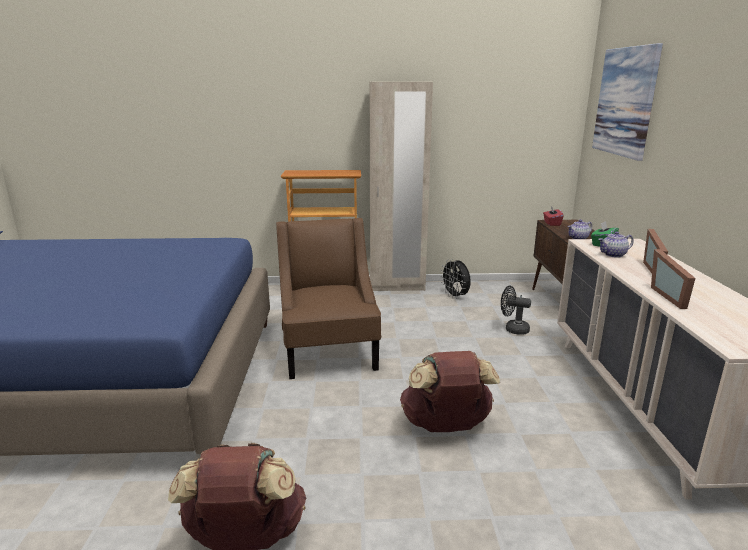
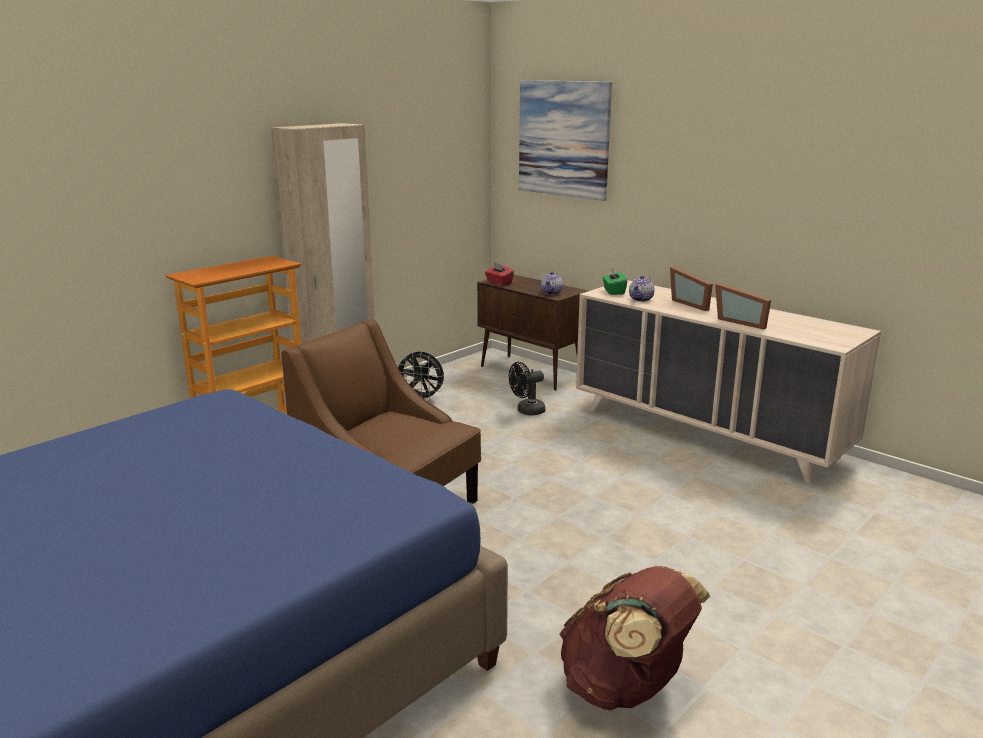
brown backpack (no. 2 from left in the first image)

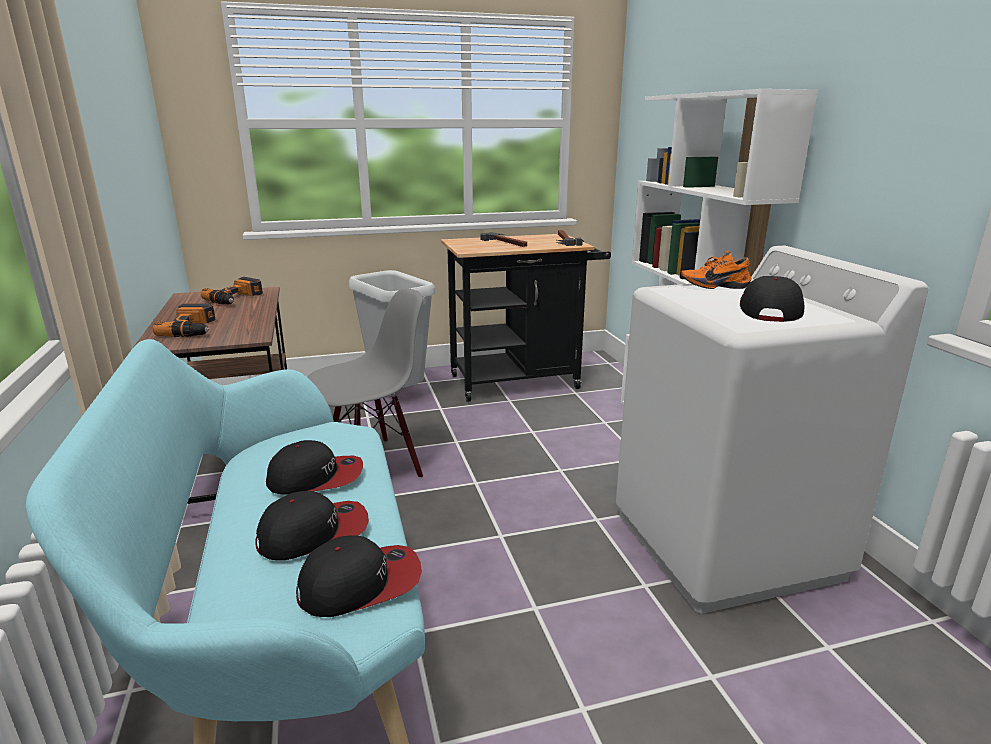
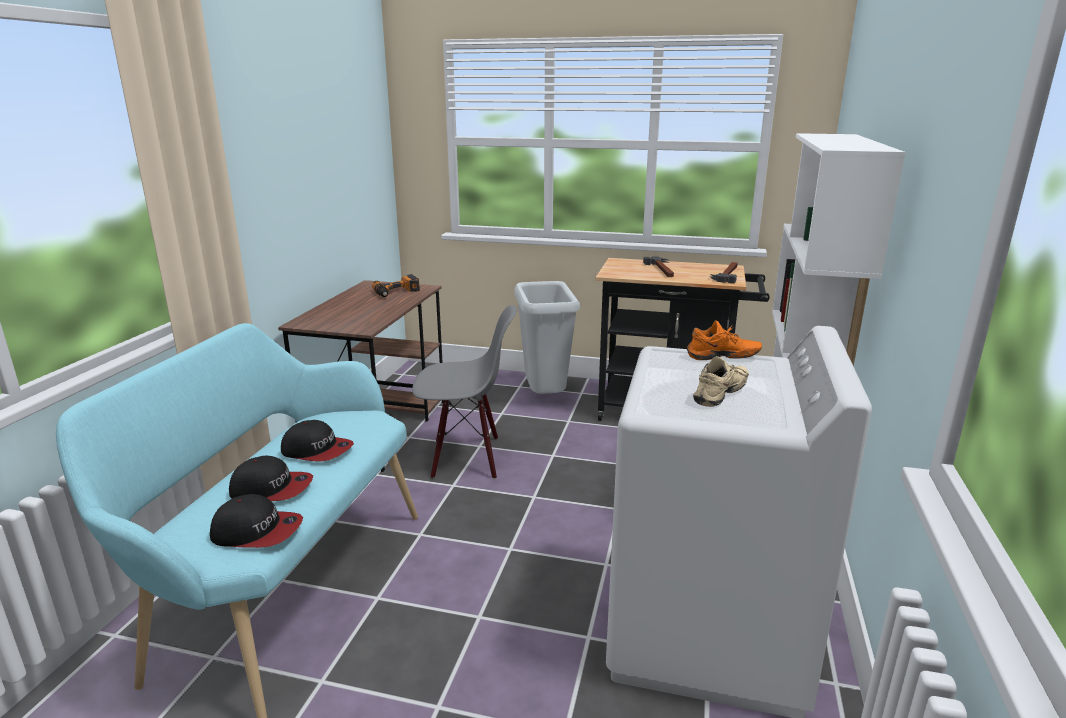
orange shoe
beige shoe
power drill (no. 1 from left in the first image)

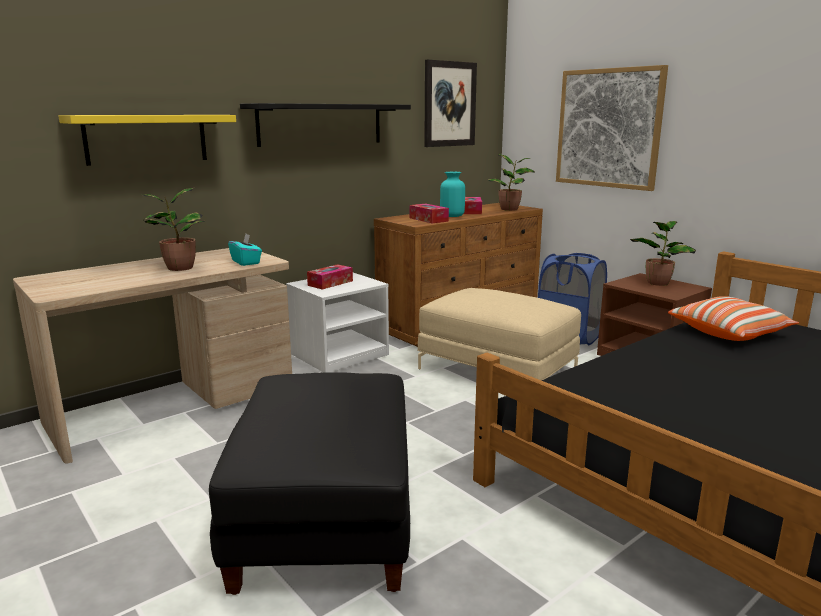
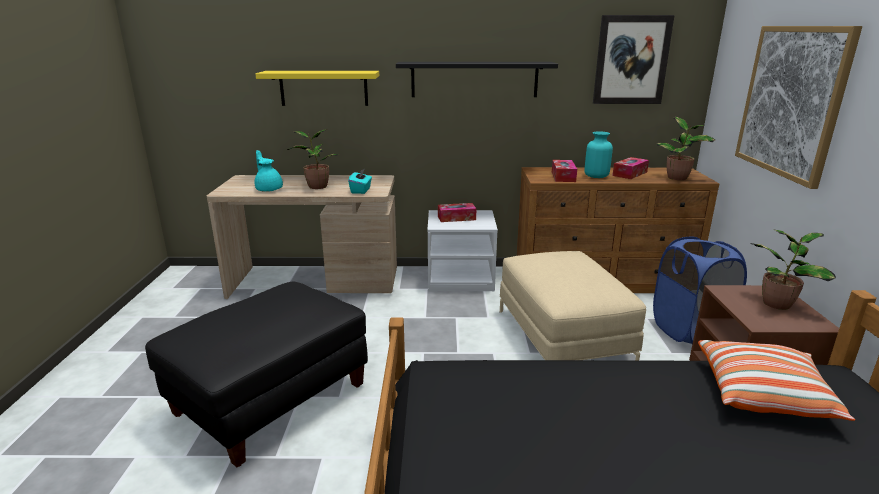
turquoise teapot

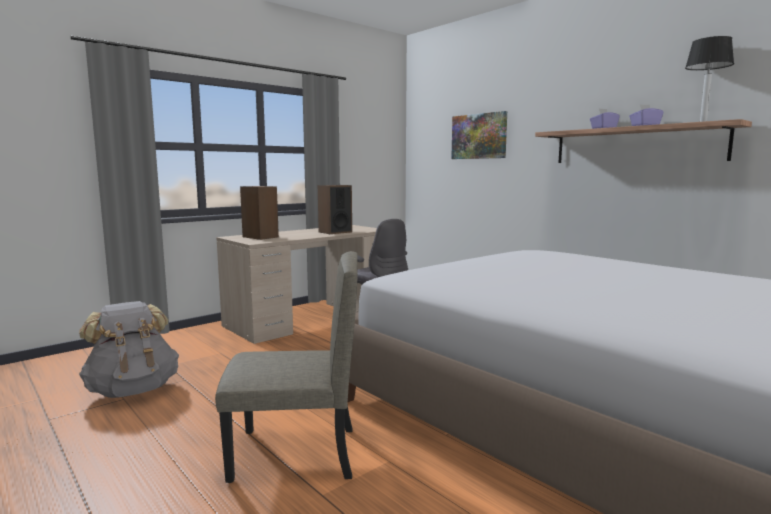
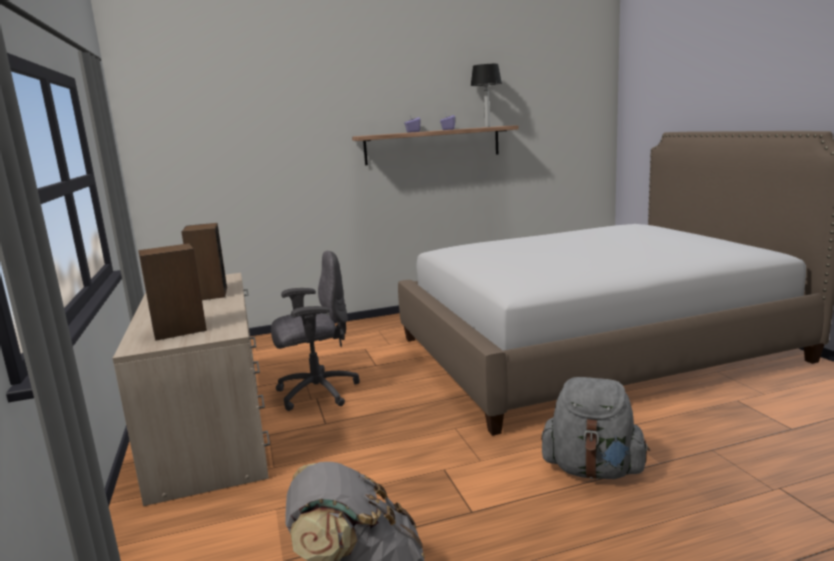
grey backpack (no. 2 from left)
picture

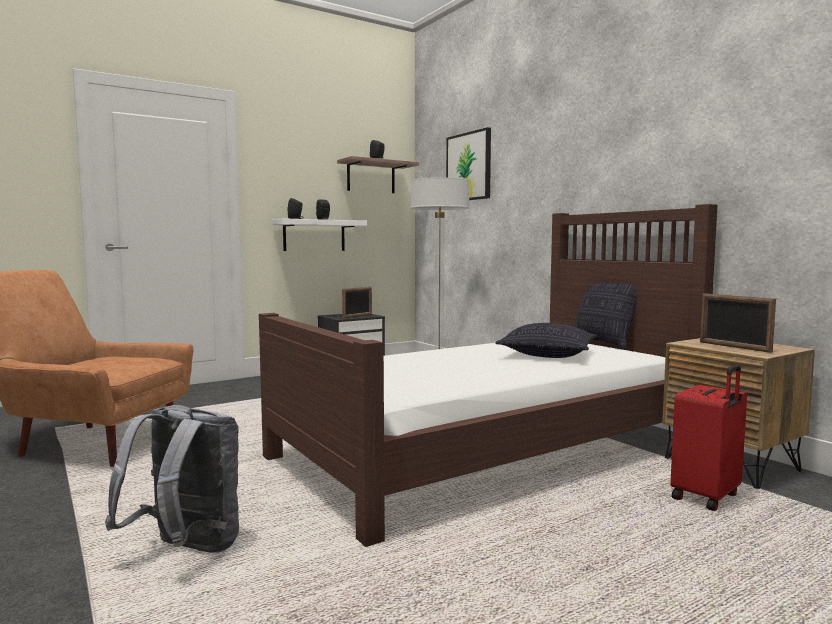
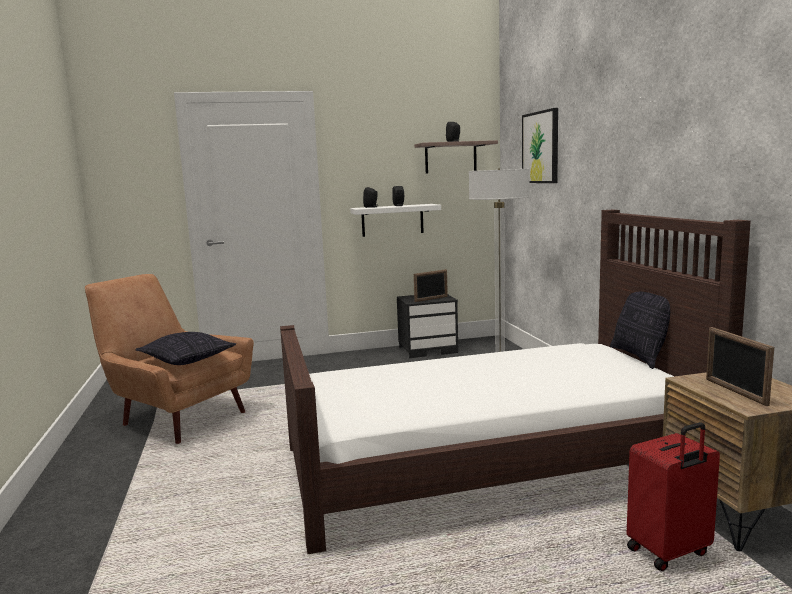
pillow (no. 1 from left)
grey backpack

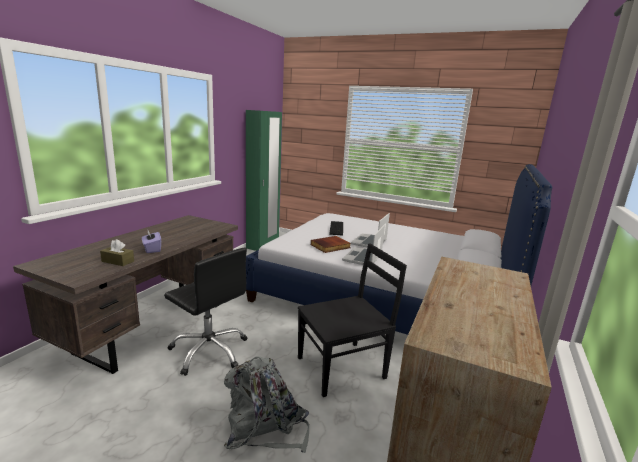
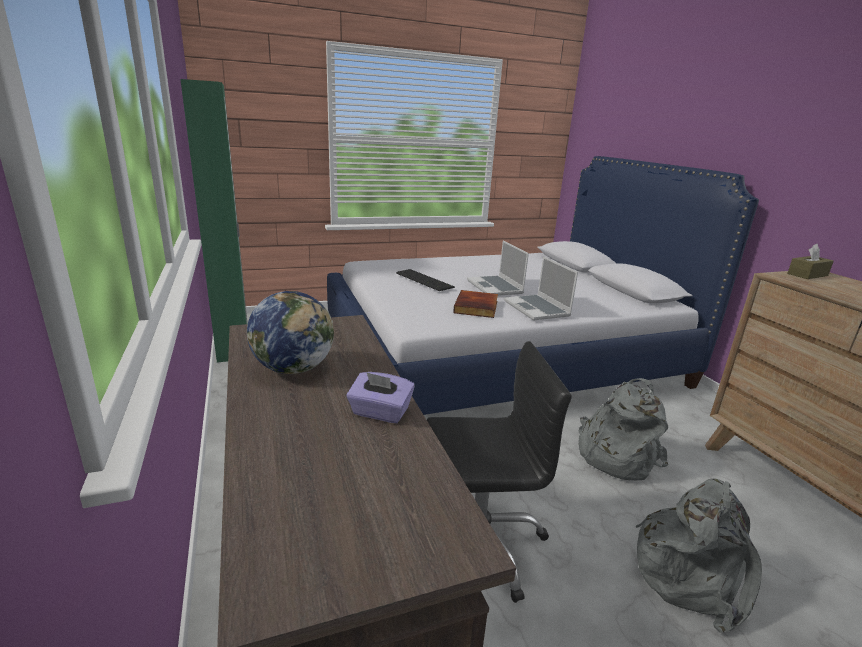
globe
grey backpack (no. 1 from left)
brown tissue box

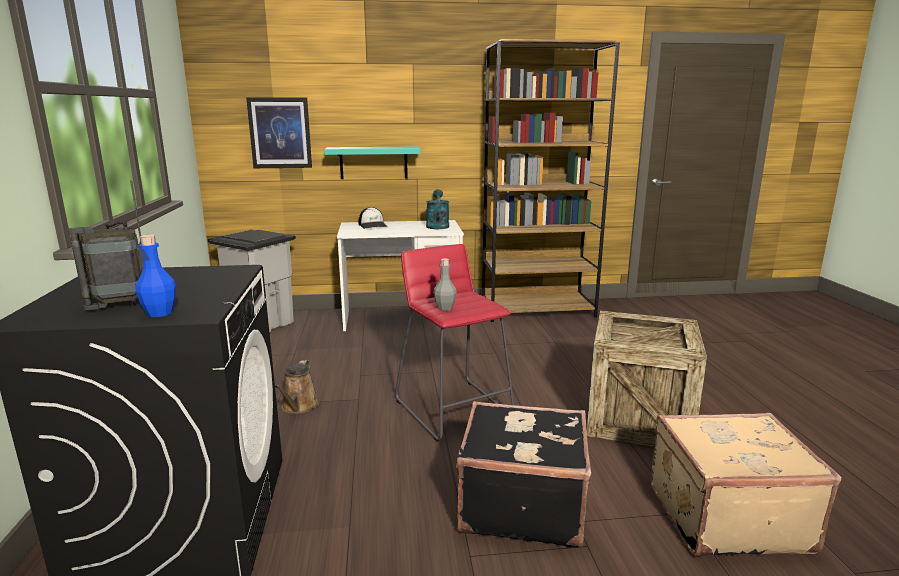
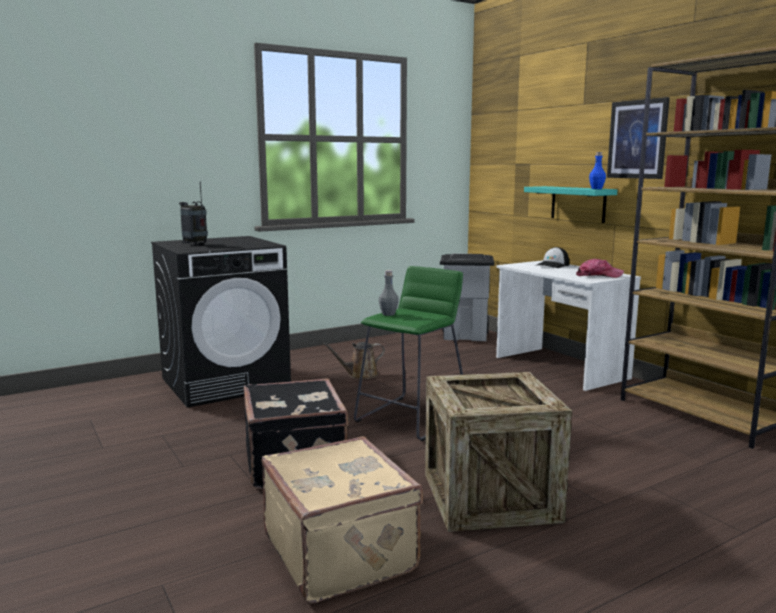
green stool
cap (no. 2 from left)
blue bottle
picture

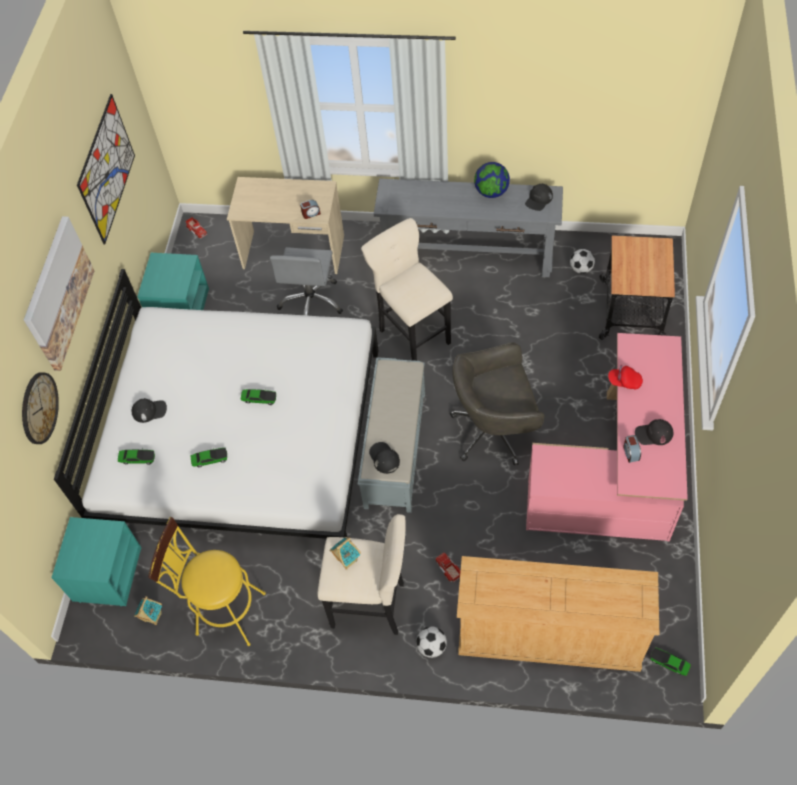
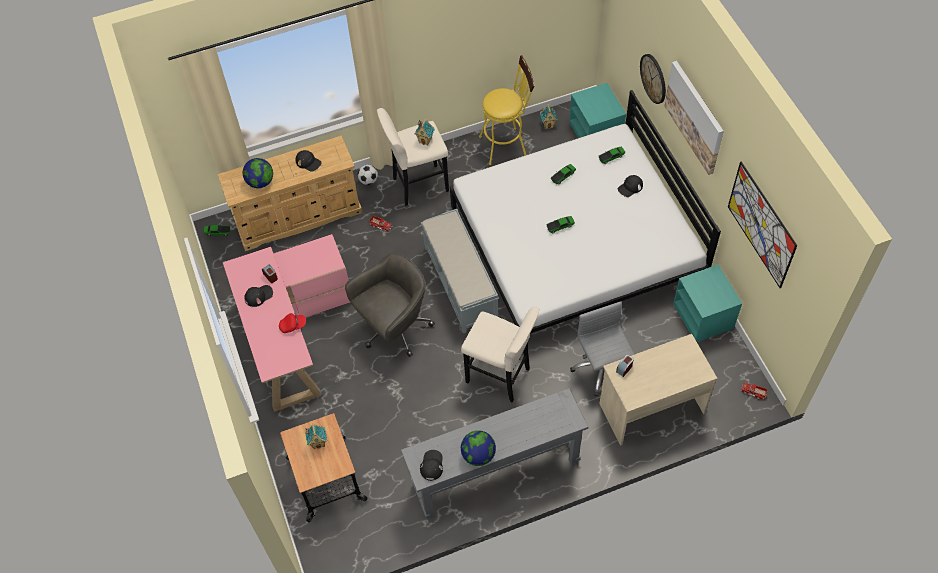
globe (no. 1 from left)
black cap (no. 2 from left)
toy house (no. 1 from left)
football (no. 2 from left in the first image)

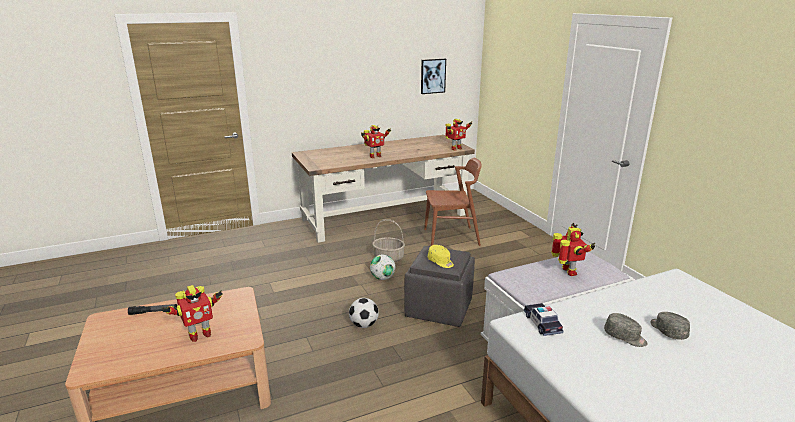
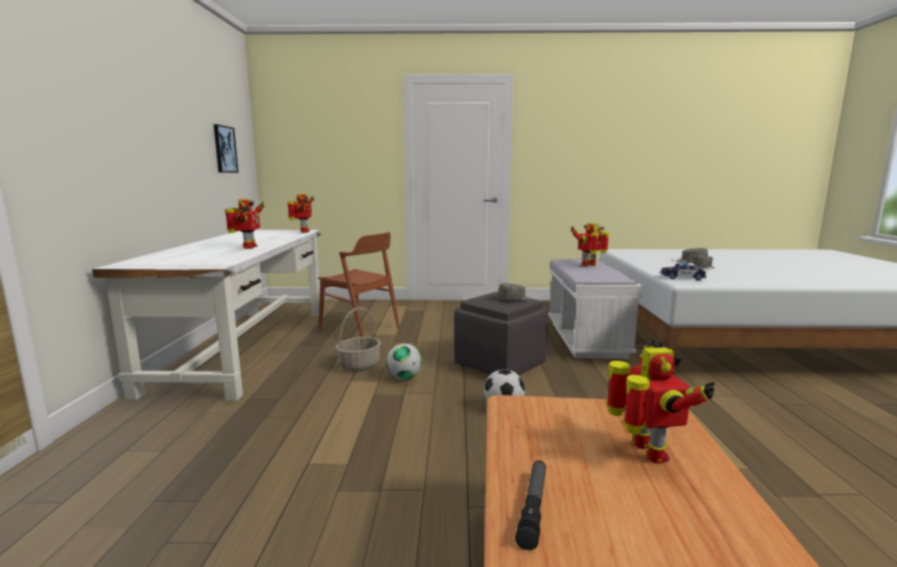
white desk
brown chair
grey cap (no. 1 from left)
toy robot (no. 3 from left)

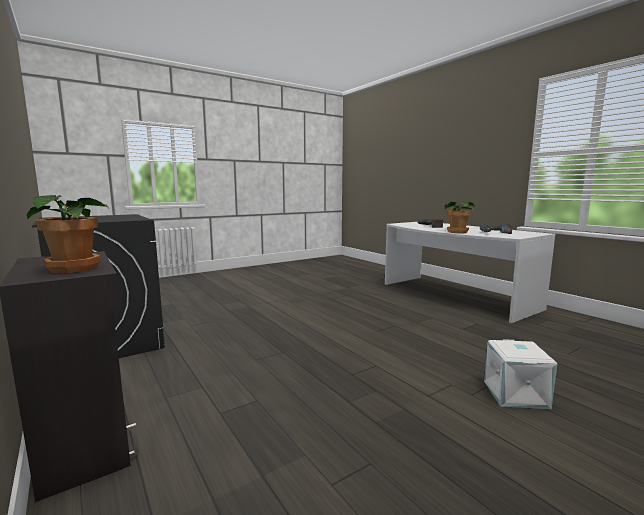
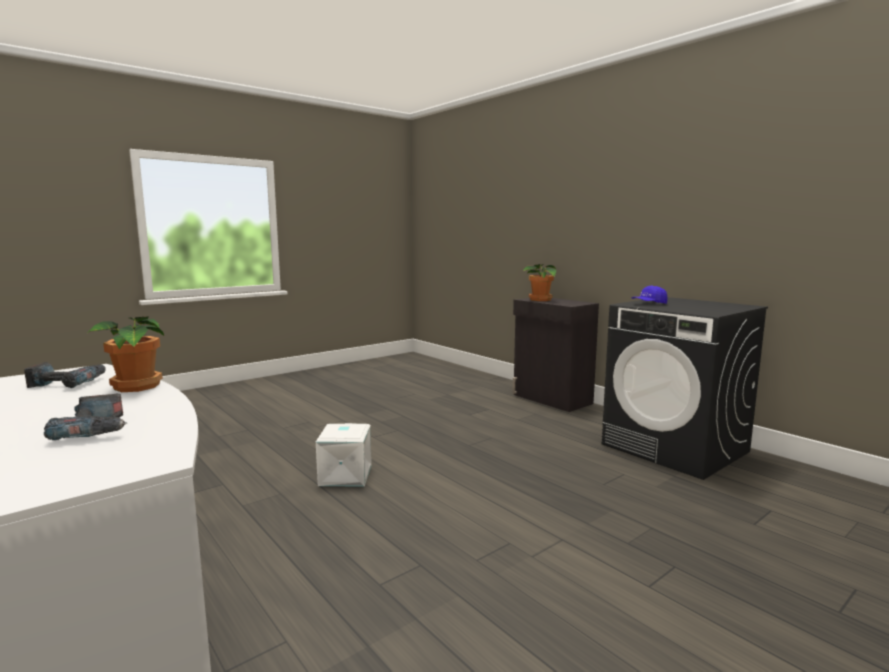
white storage box
blue cap

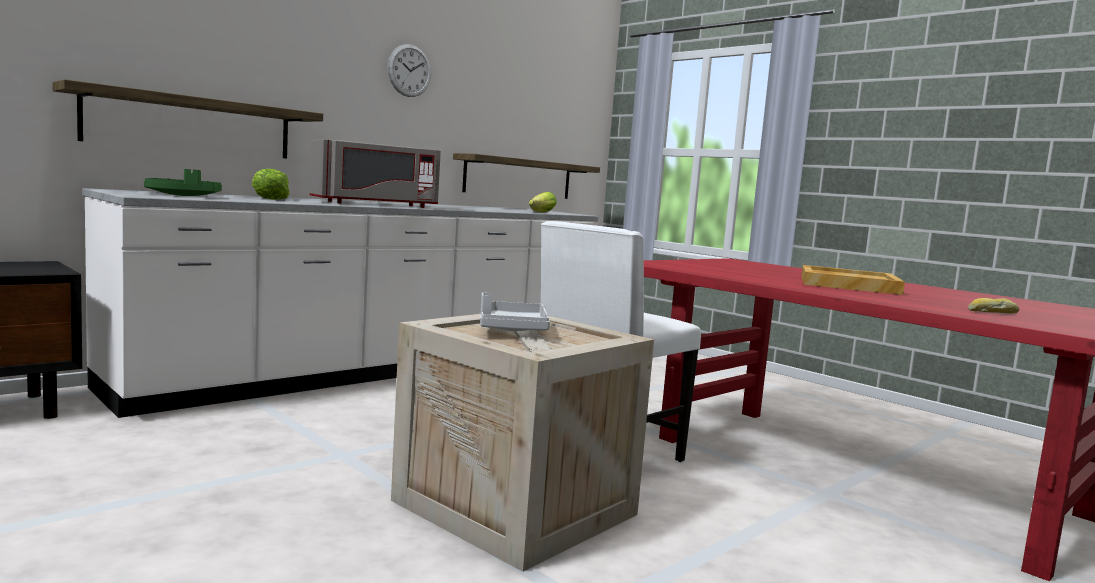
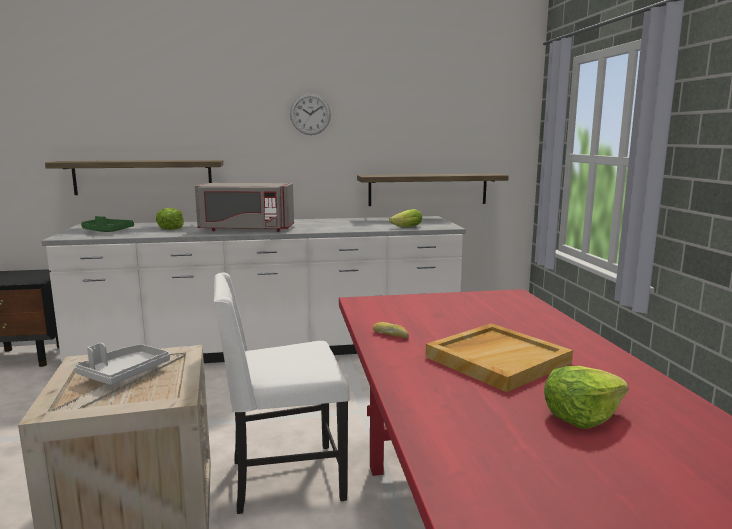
bread
lettuce (no. 3 from left)

